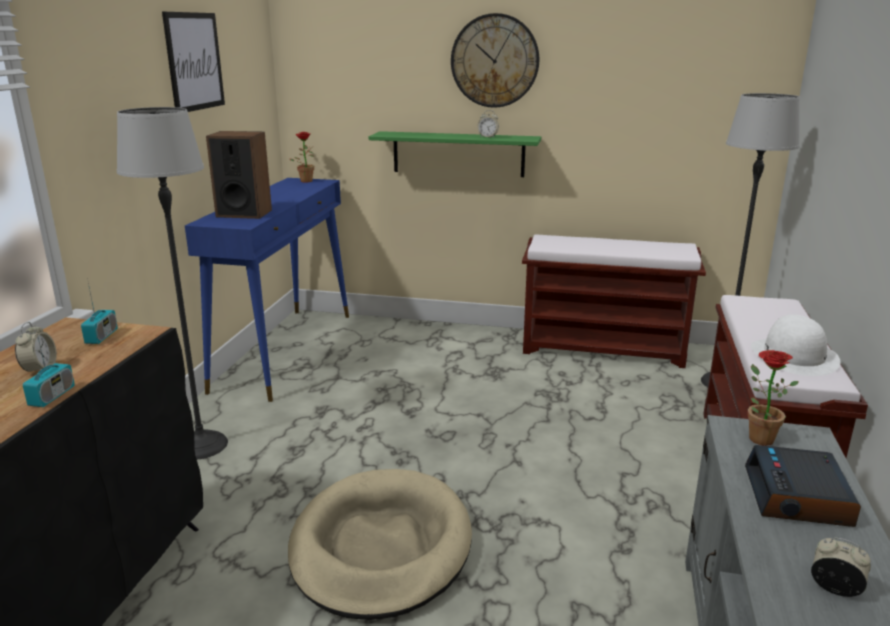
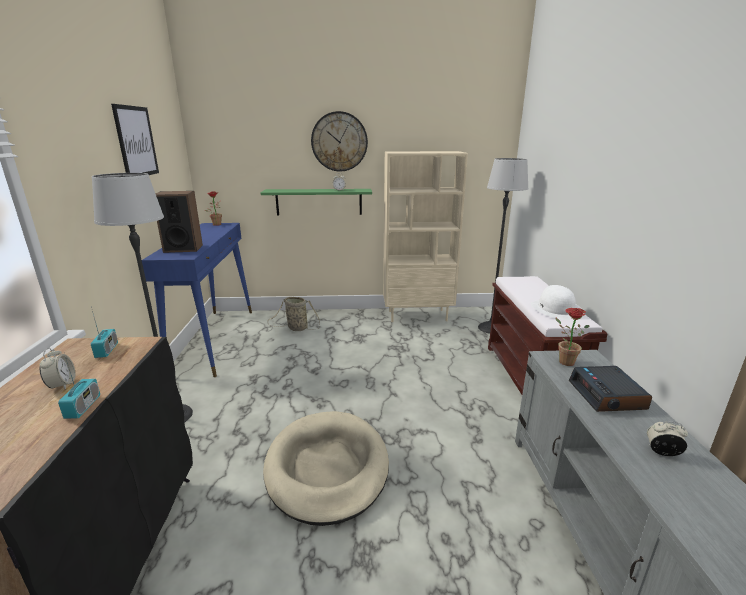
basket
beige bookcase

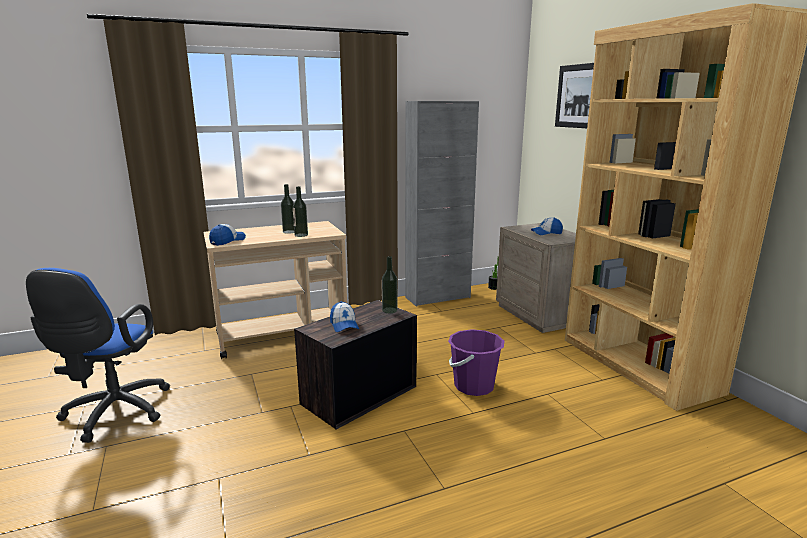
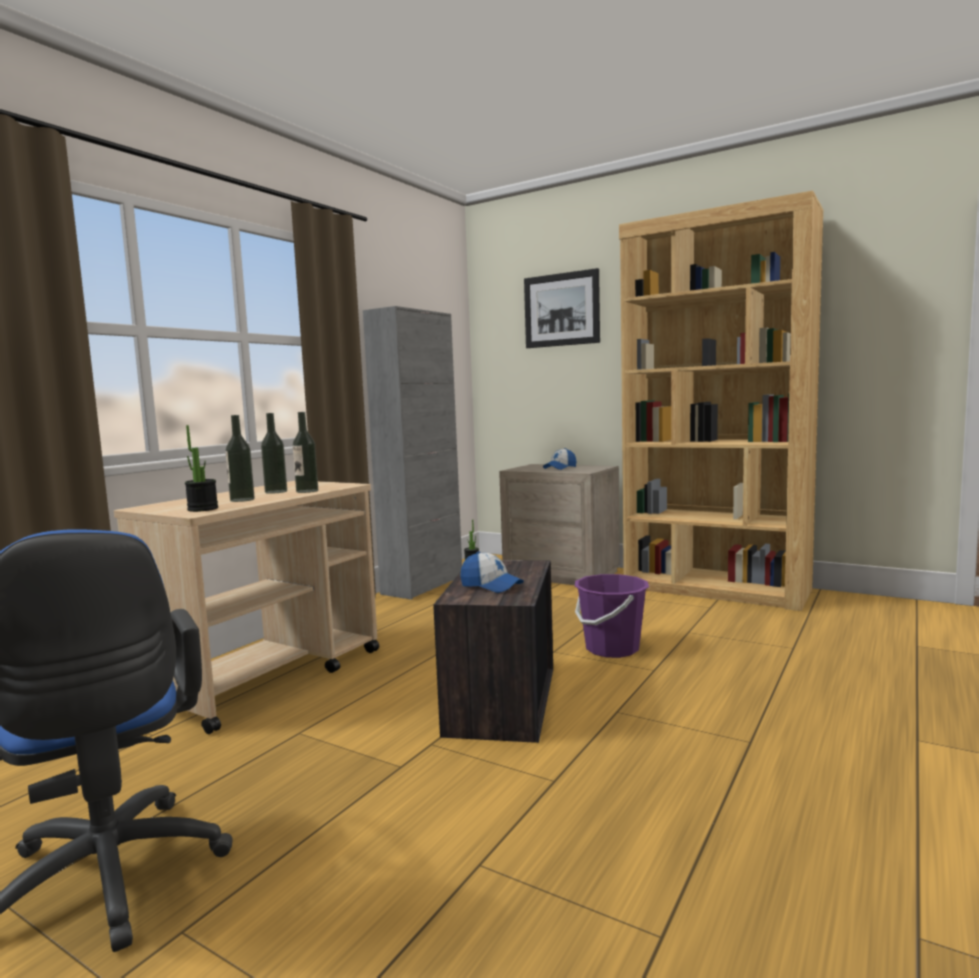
potted plant (no. 1 from left)
bottle (no. 1 from left)

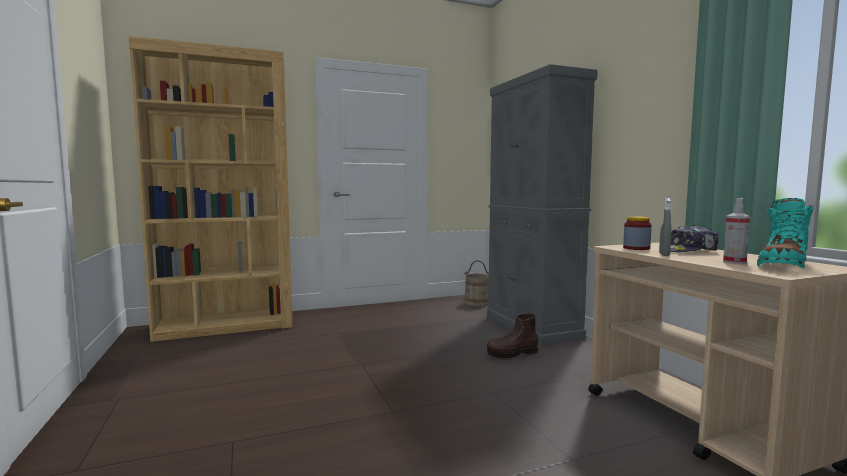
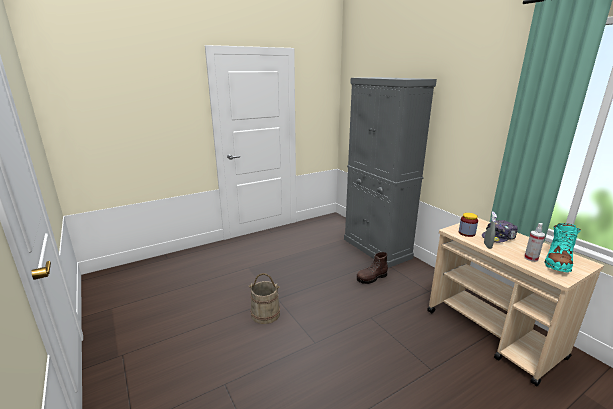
beige bucket
brown bookcase

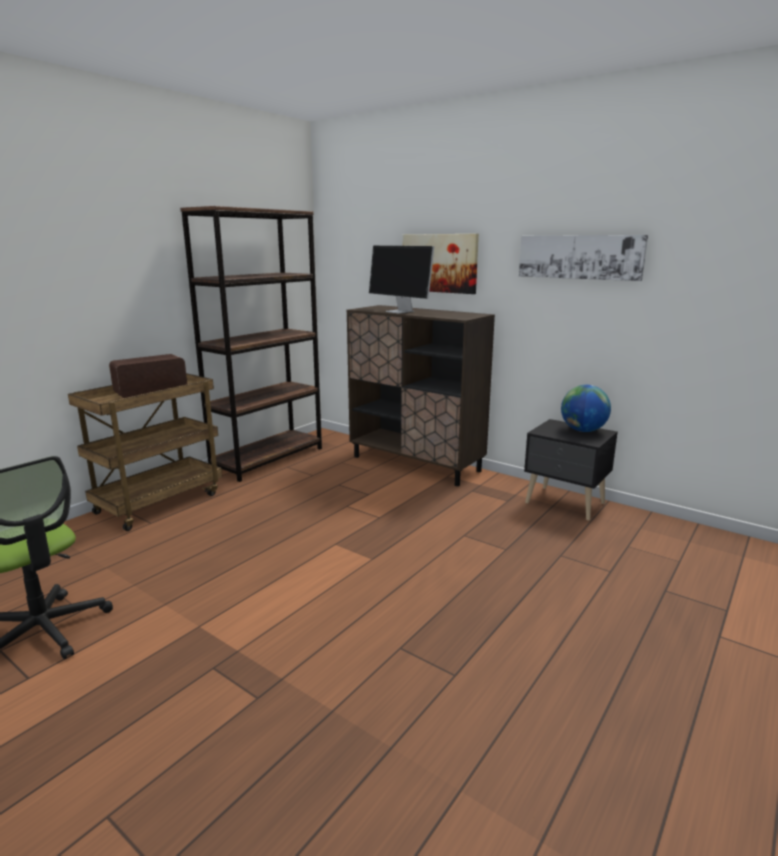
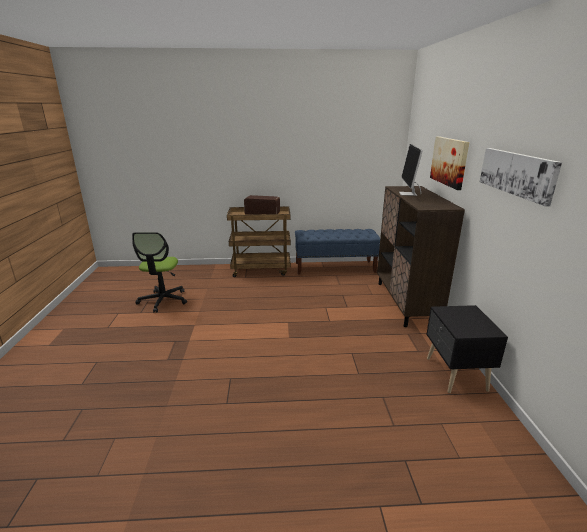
blue bench
globe

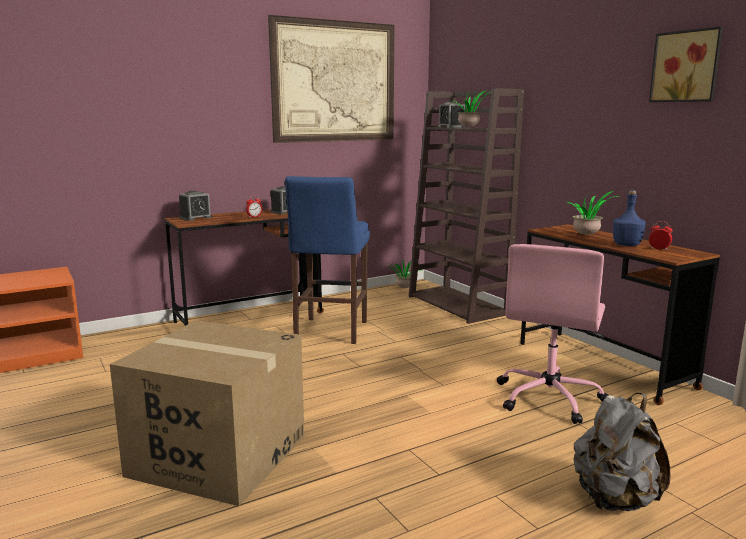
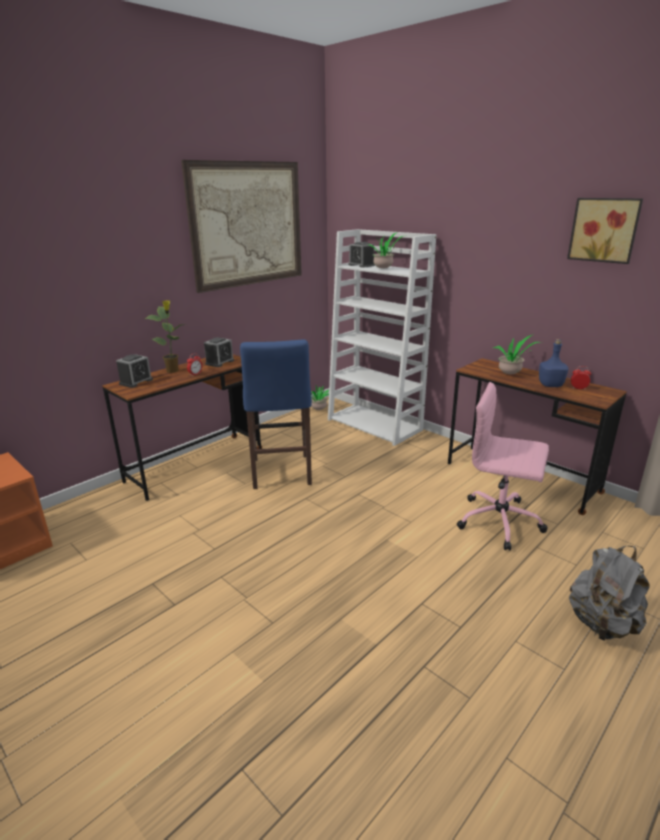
potted plant (no. 1 from left)
white bookcase
pink office chair
cardboard box

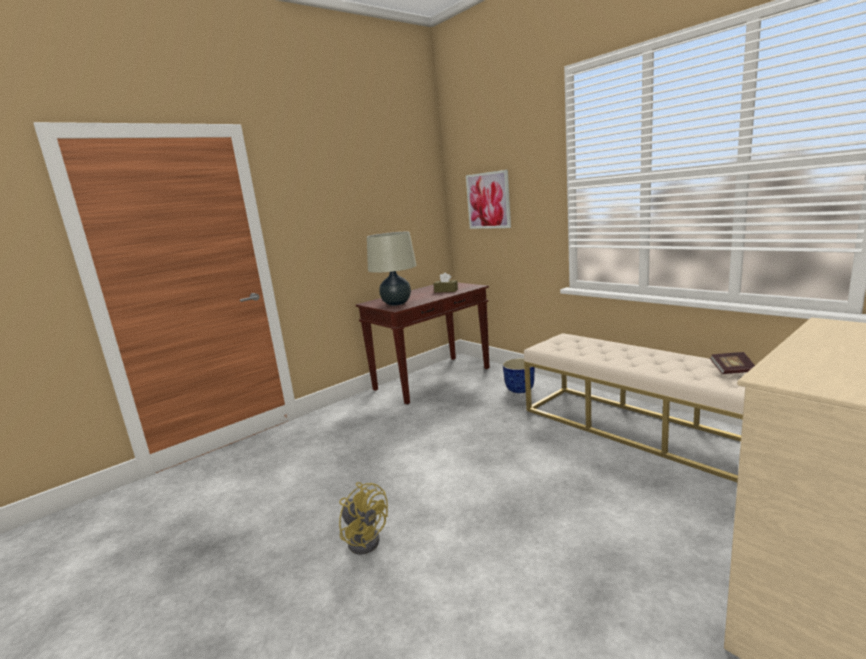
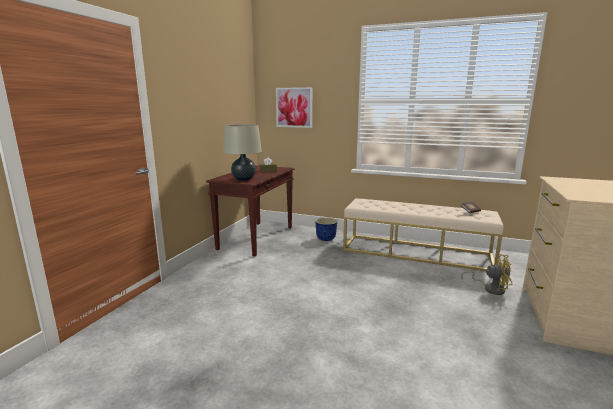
yellow fan

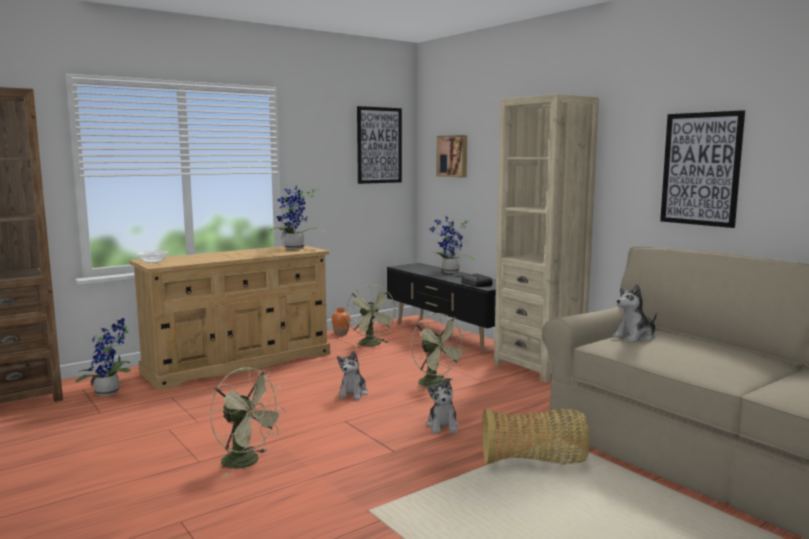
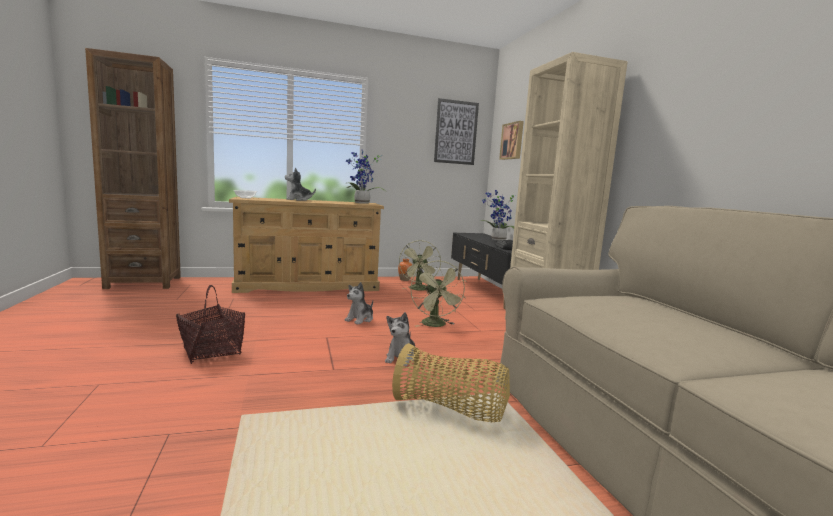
basket (no. 1 from left)
plush toy (no. 1 from left)
potted plant (no. 1 from left in the first image)
picture (no. 3 from left in the first image)

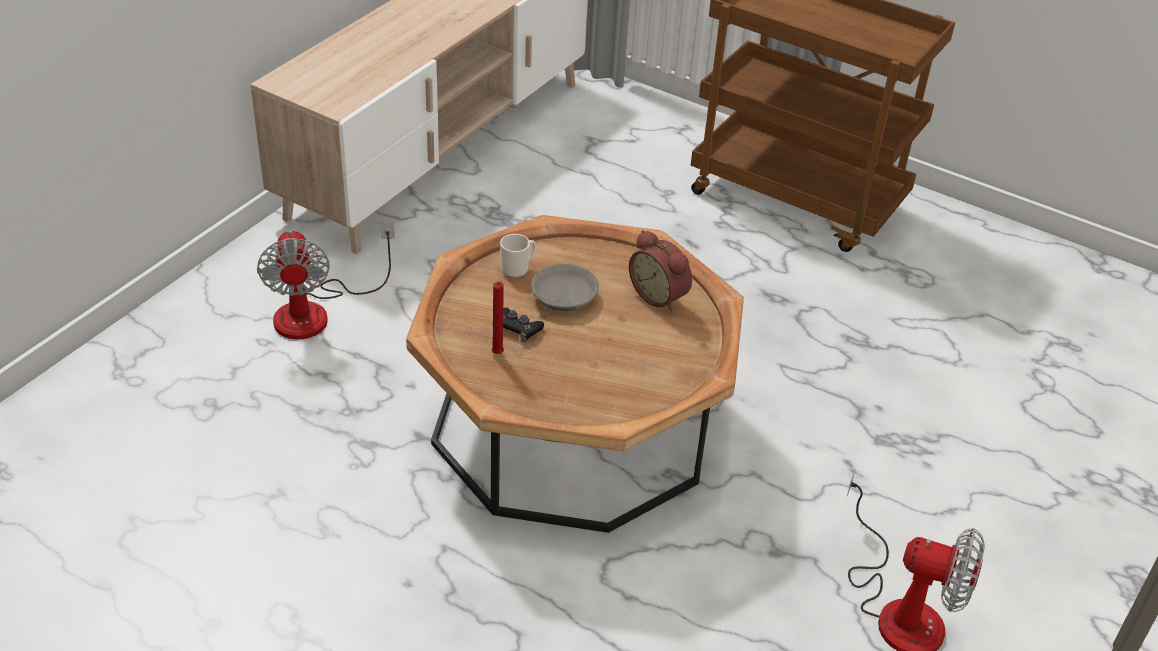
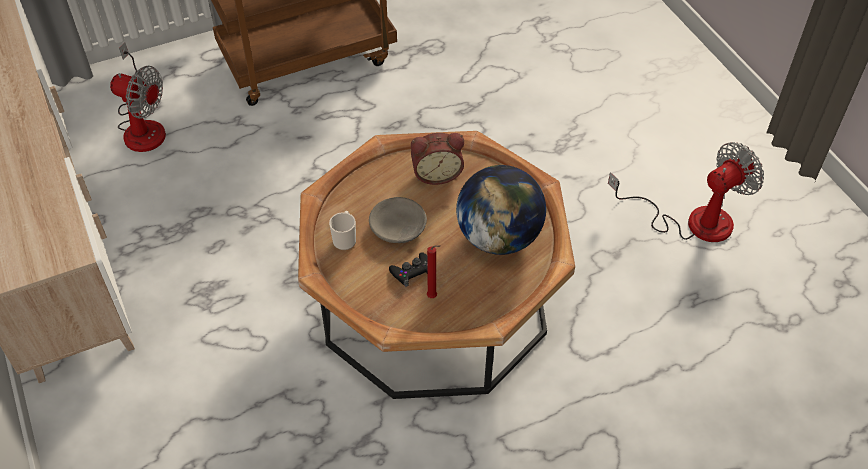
fan (no. 1 from left)
globe

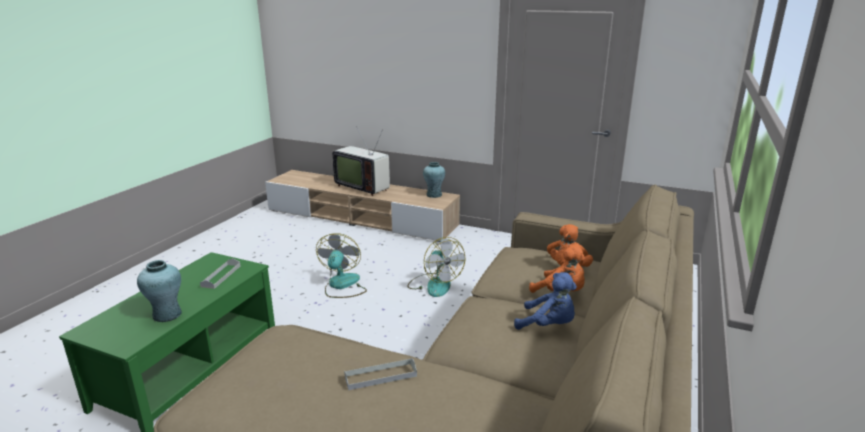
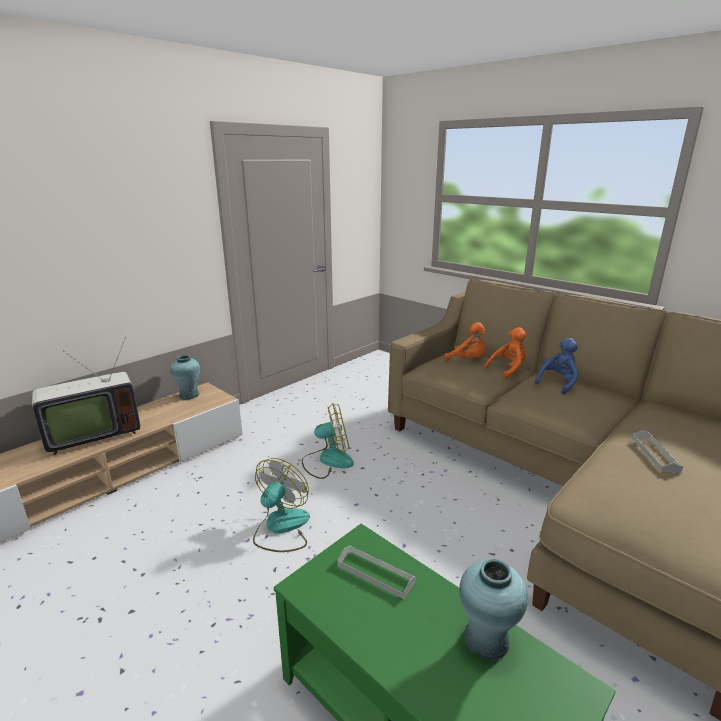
fan (no. 1 from left)

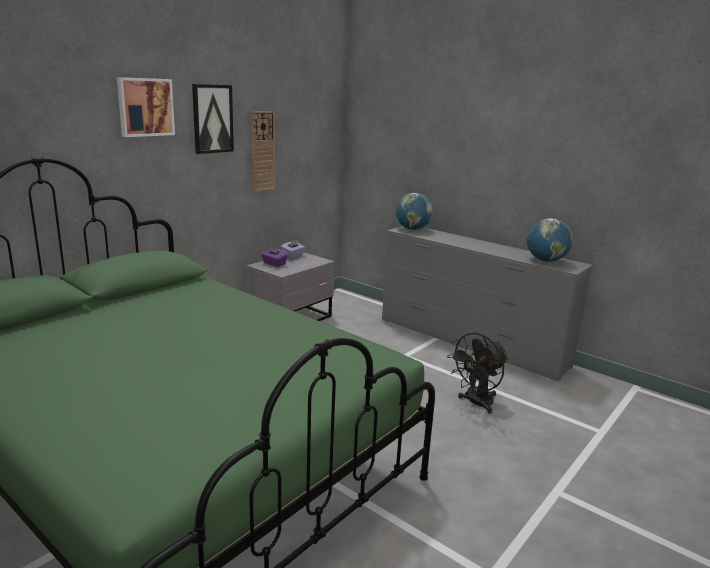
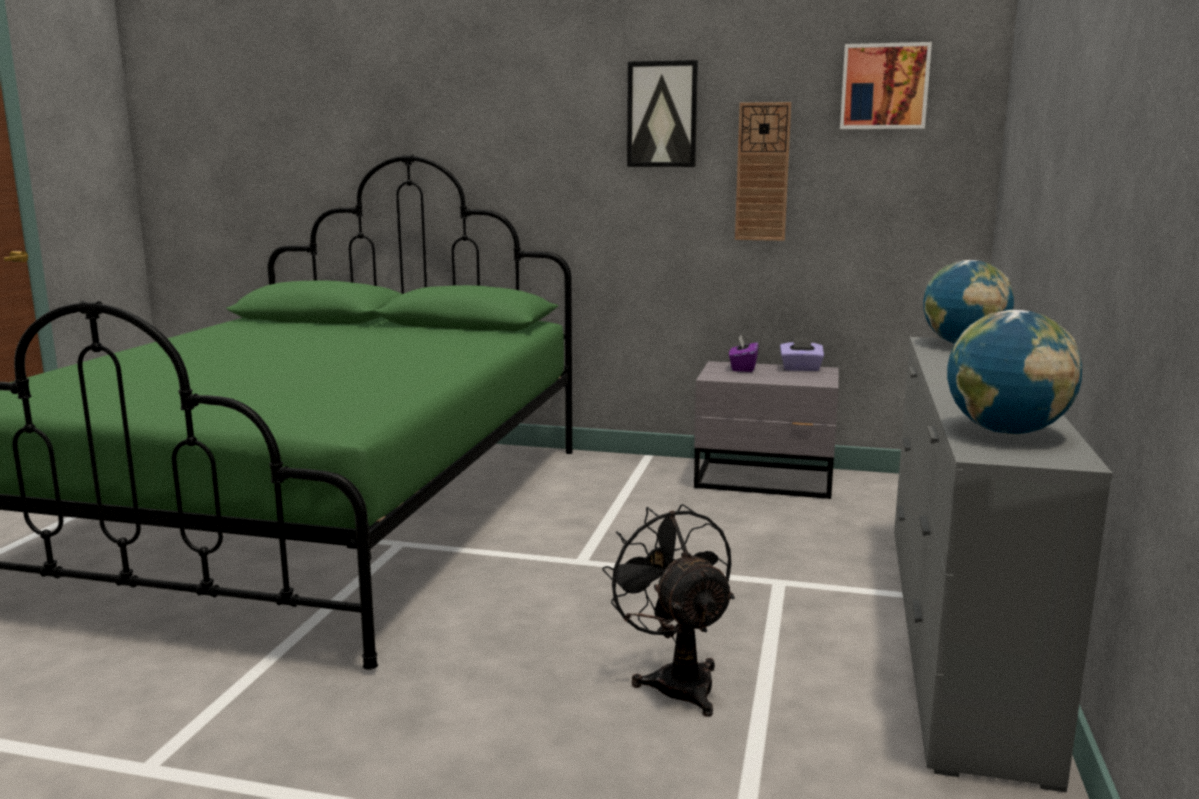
black fan
picture (no. 2 from left)

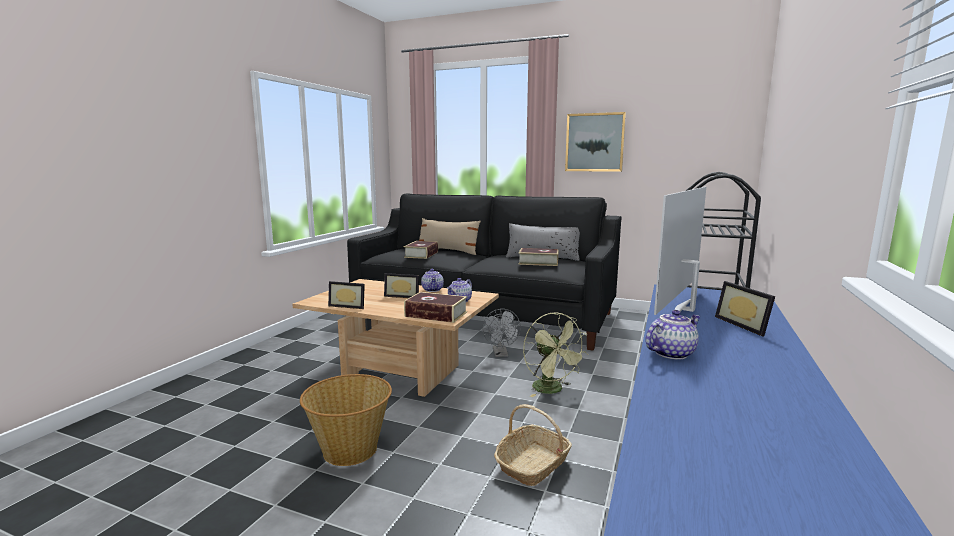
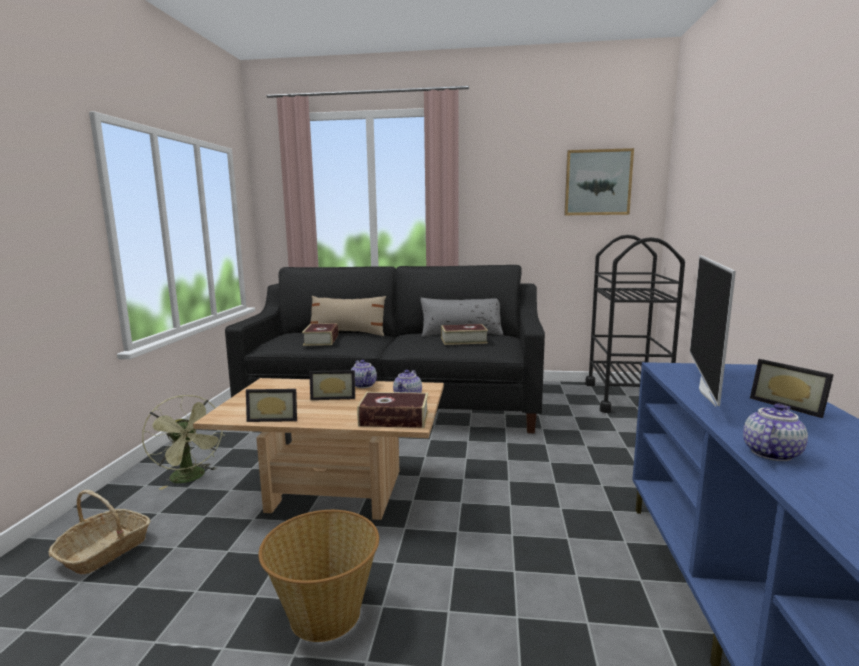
basket (no. 1 from left)
green fan
picture
grey fan

